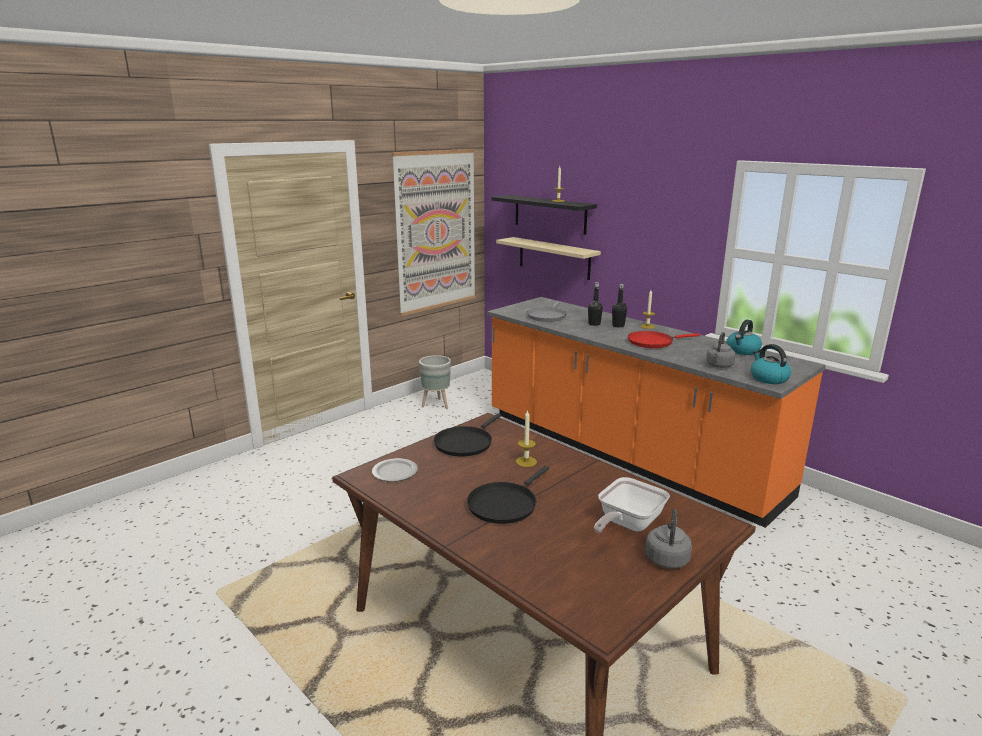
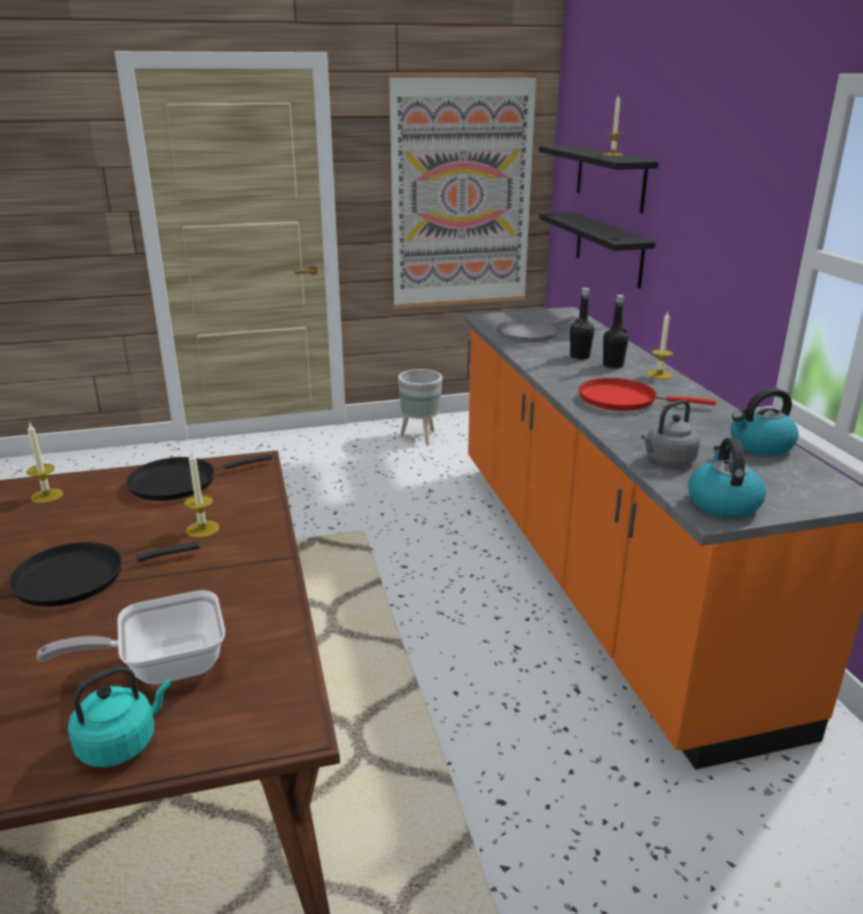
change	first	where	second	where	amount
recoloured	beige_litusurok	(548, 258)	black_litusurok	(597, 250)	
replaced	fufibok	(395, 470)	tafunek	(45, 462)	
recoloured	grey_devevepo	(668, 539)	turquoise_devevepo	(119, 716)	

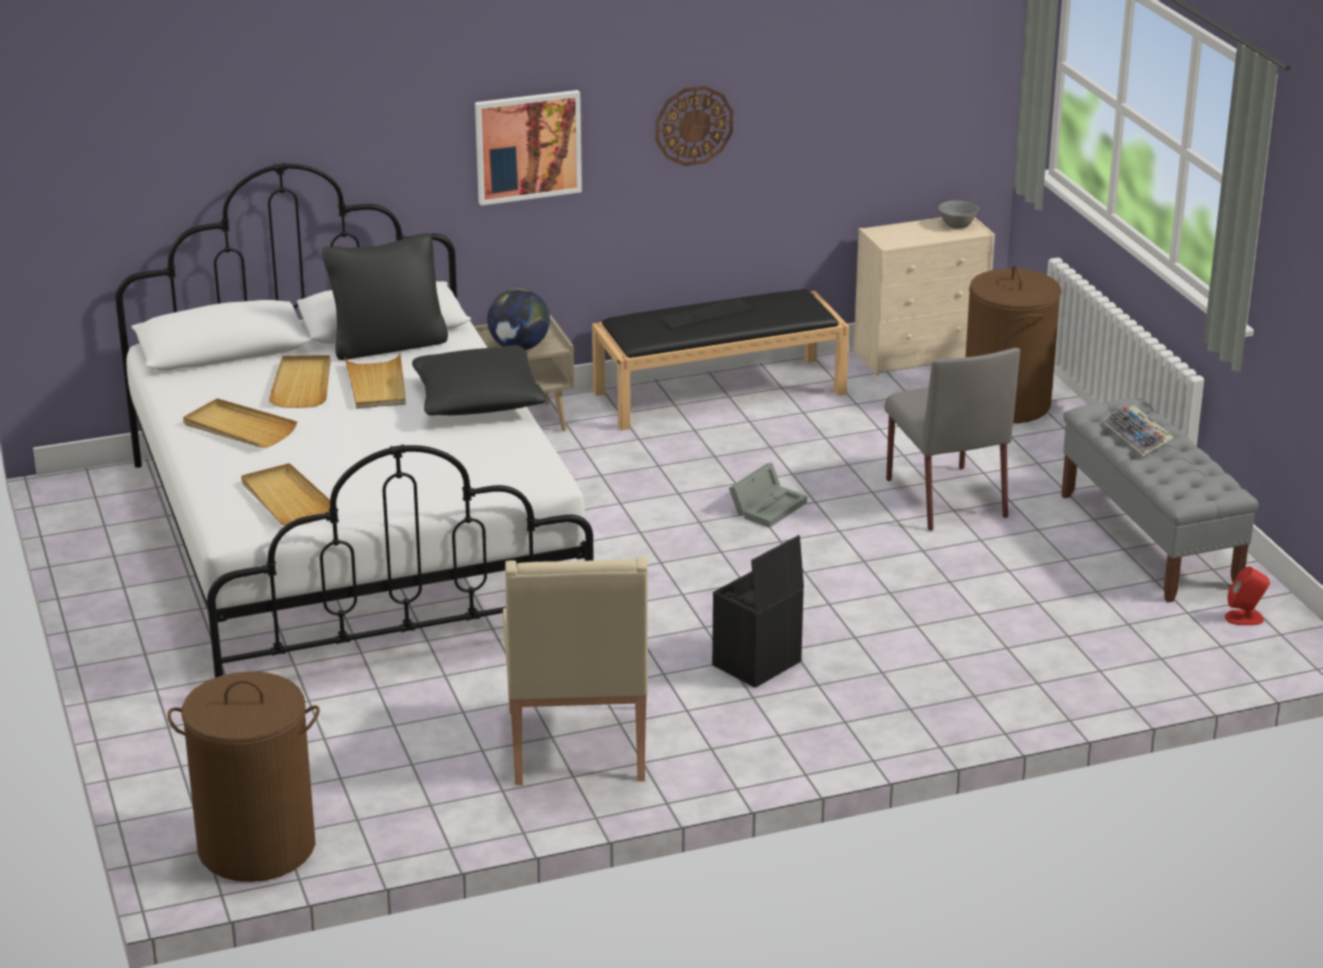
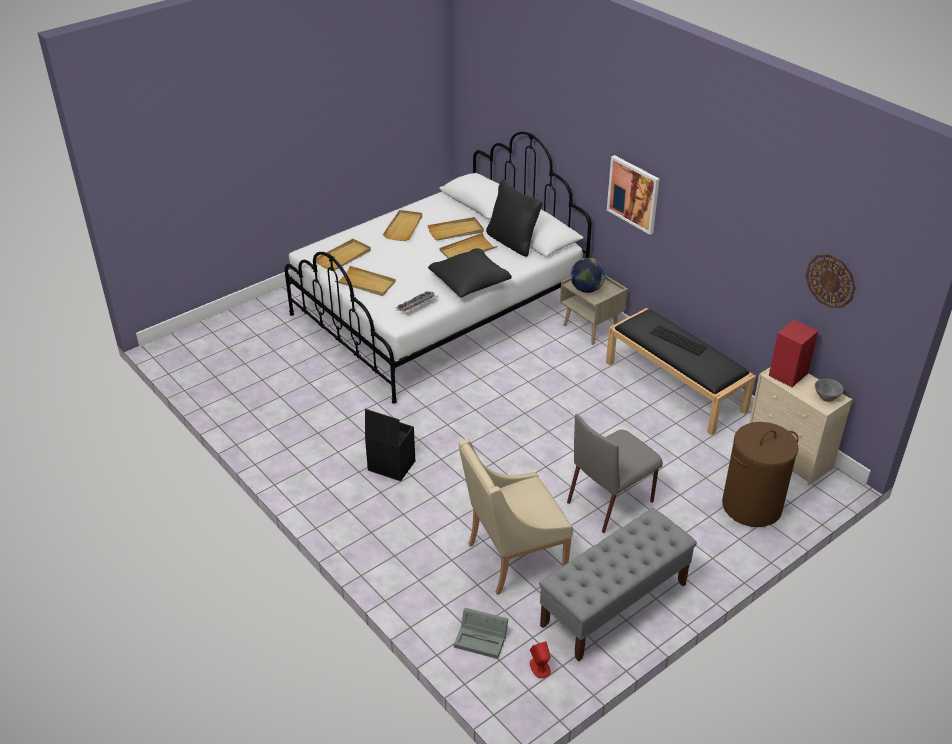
change	first	where	second	where	amount
moved	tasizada	(694, 126)		(831, 281)	
moved	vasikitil	(1139, 430)		(417, 301)	
moved	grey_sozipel	(768, 495)		(481, 633)	
moved	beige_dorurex	(575, 671)		(516, 516)	
removed	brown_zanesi	(243, 776)			
added			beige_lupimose	(365, 280)	
added			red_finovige	(793, 353)	

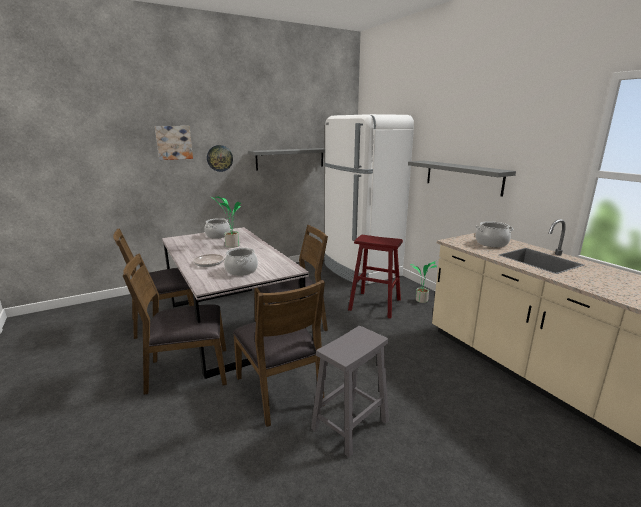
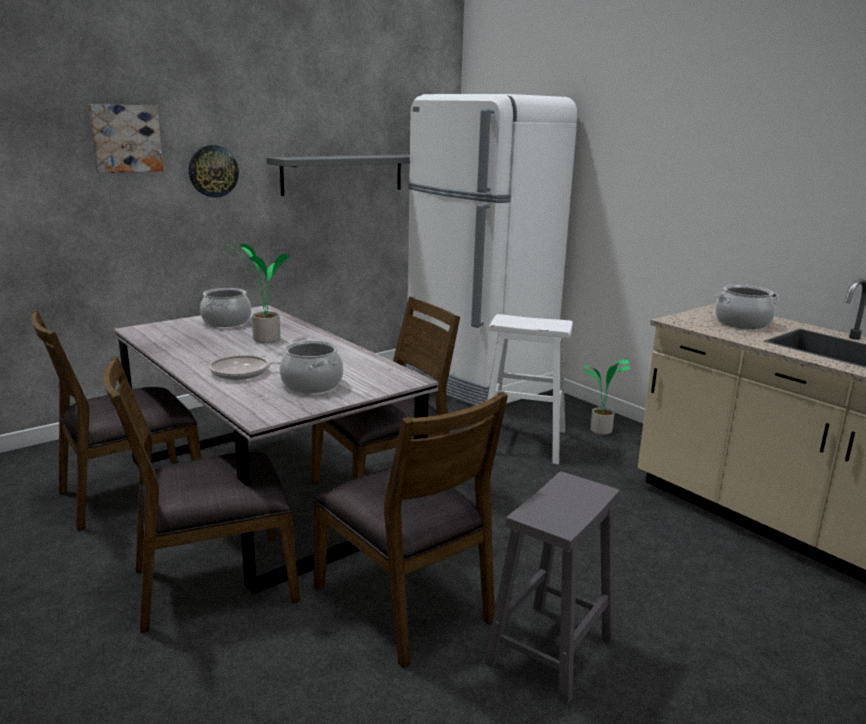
change	first	where	second	where	amount
removed	grey_litusurok	(462, 179)			
recoloured	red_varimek	(375, 277)	white_varimek	(528, 389)	

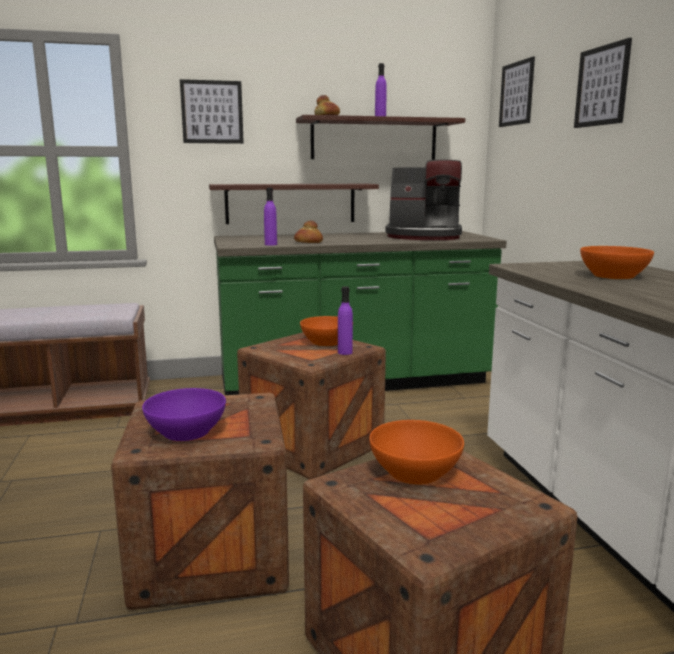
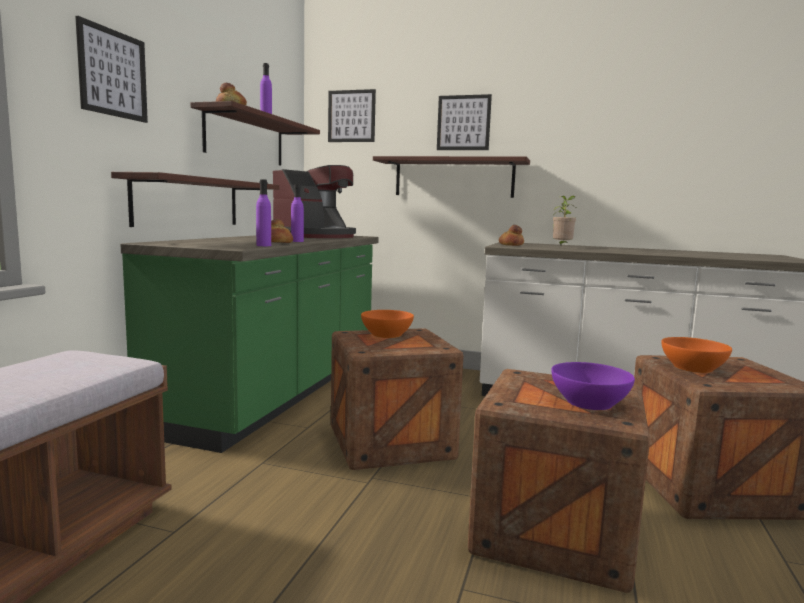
change	first	where	second	where	amount
replaced	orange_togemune	(617, 262)	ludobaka	(565, 220)	
moved	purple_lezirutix	(345, 320)		(297, 213)	
added			litusurok	(451, 177)	
added			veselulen	(511, 235)	

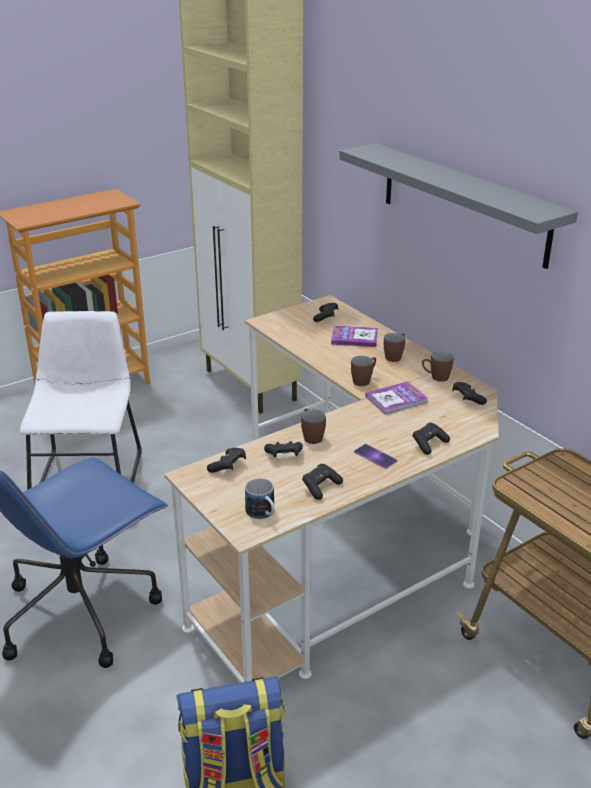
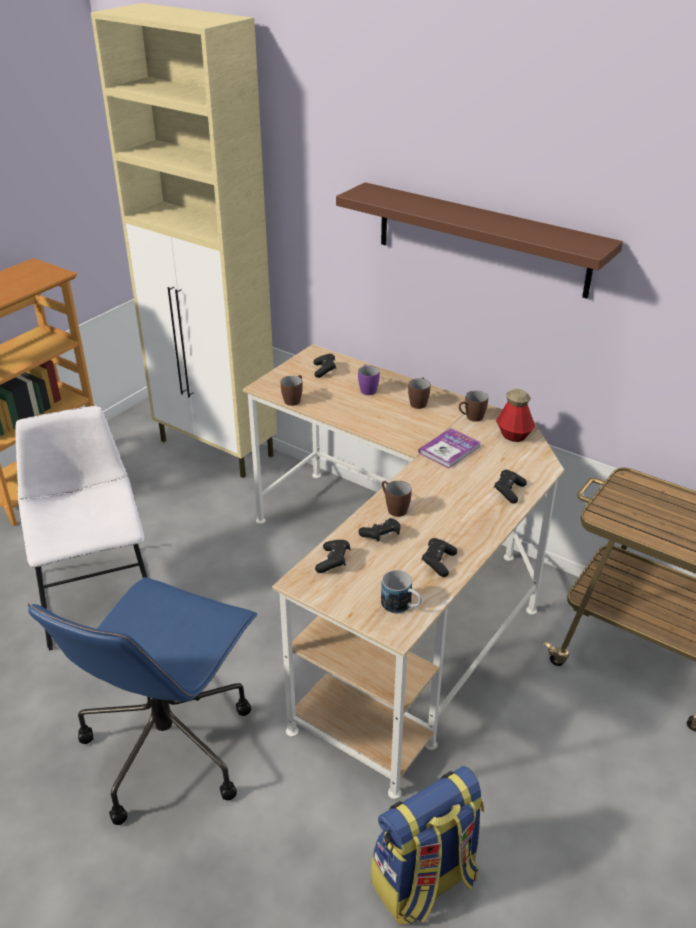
change	first	where	second	where	amount
recoloured	grey_litusurok	(458, 206)	brown_litusurok	(479, 240)	
replaced	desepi	(354, 336)	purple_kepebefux	(369, 380)	
moved	brown_kepebefux	(363, 371)		(292, 390)	
replaced	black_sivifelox	(469, 393)	lezirutix	(515, 415)	
removed	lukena	(375, 456)			

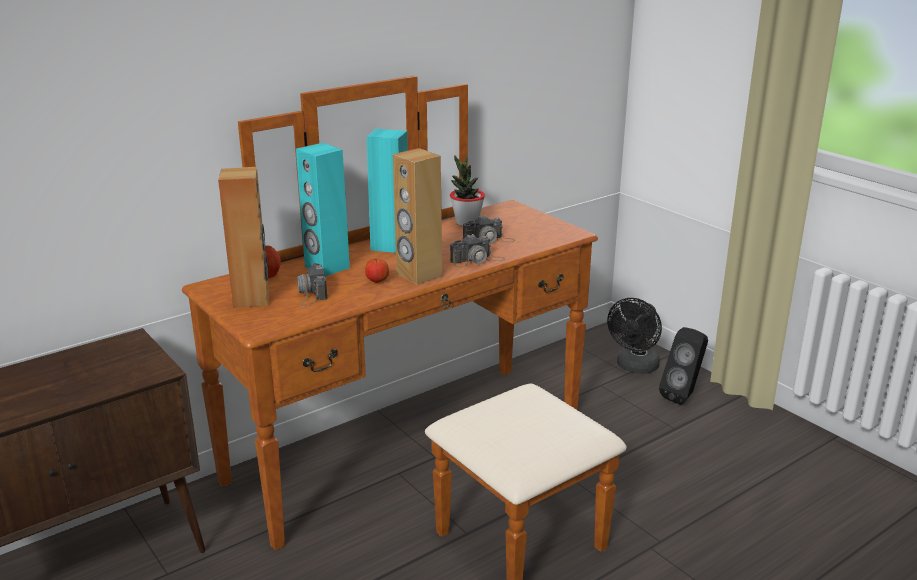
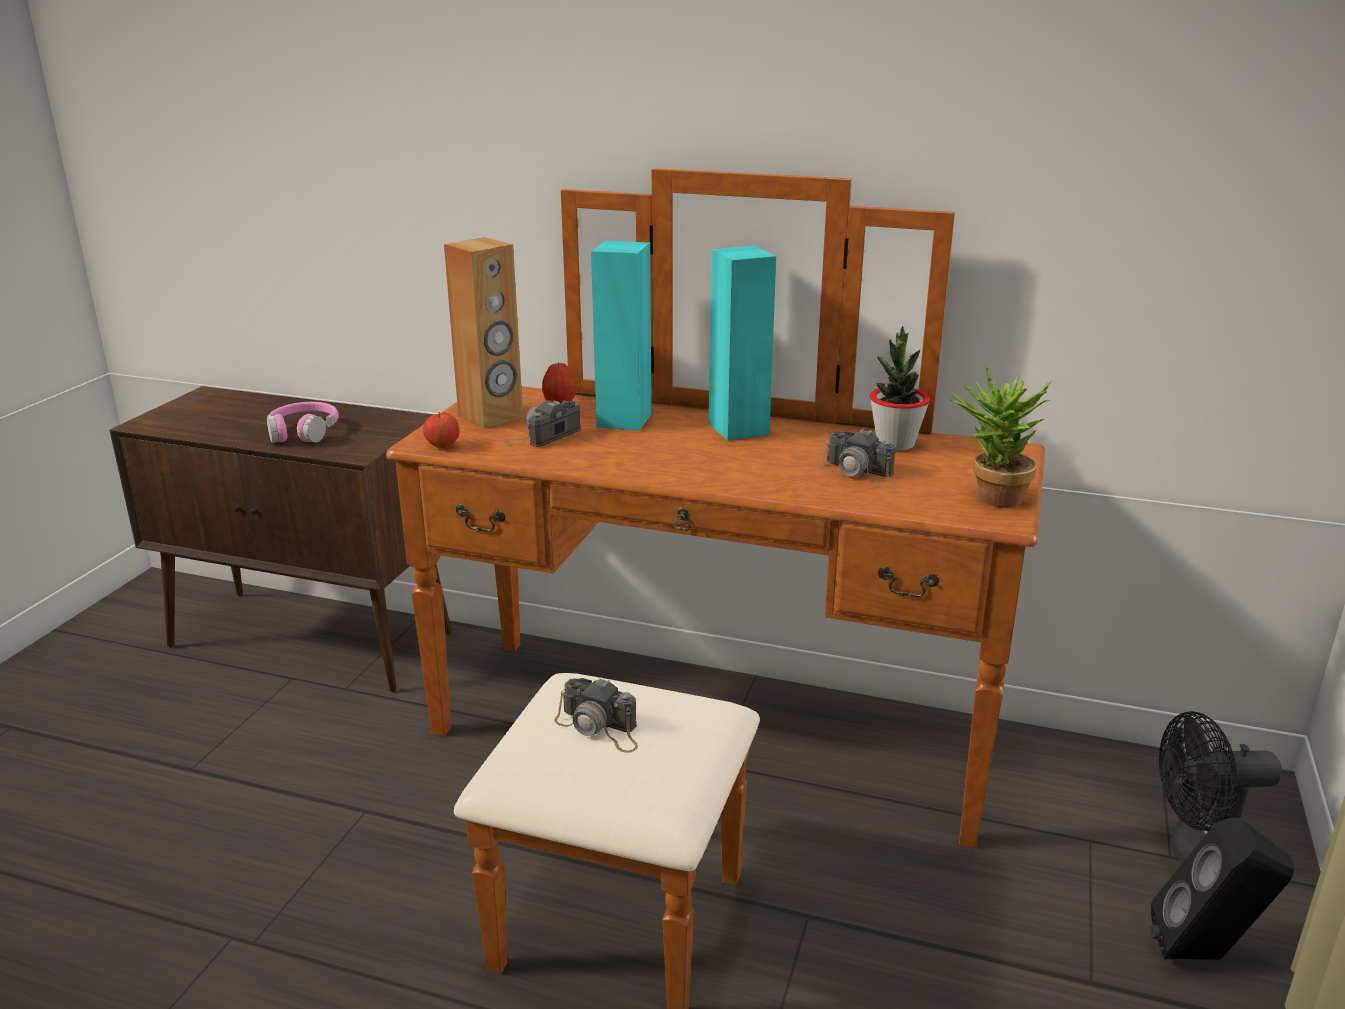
change	first	where	second	where	amount
removed	brown_finovige	(417, 216)			
moved	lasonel	(477, 250)		(596, 715)	
moved	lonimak	(377, 271)		(441, 430)	
added			ludobaka	(1002, 437)	
added			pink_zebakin	(303, 422)	

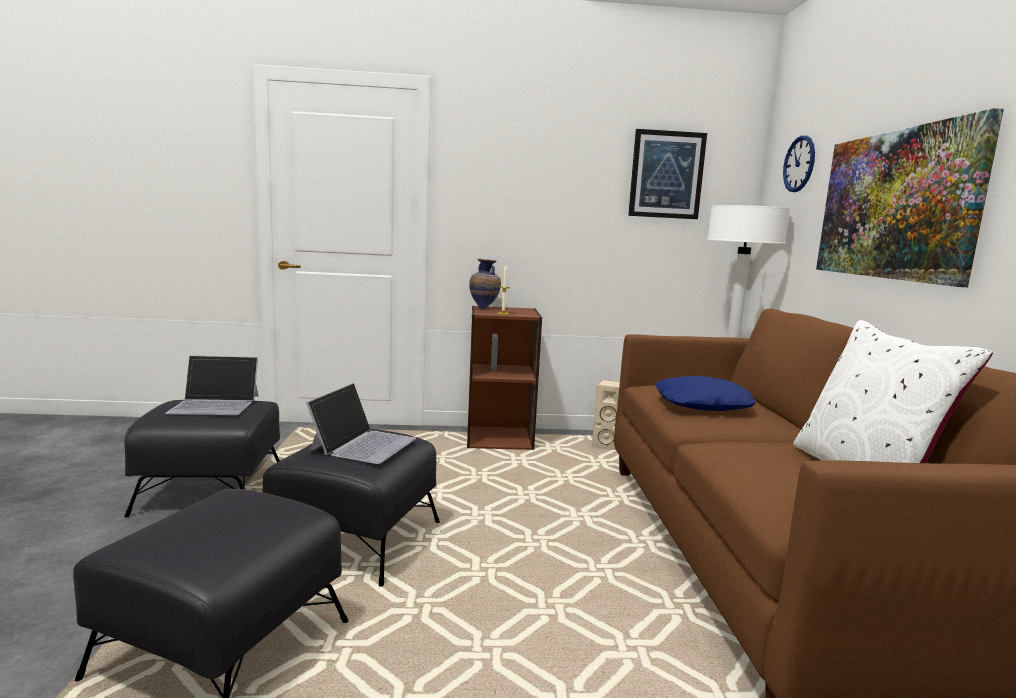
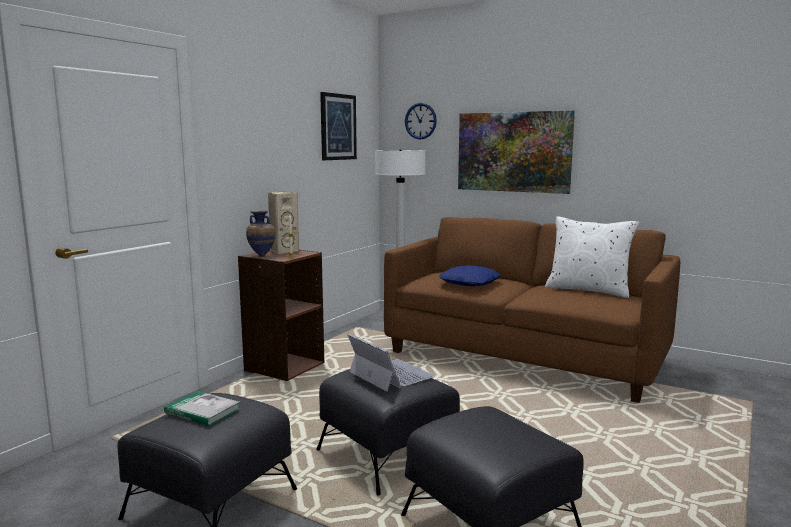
change	first	where	second	where	amount
replaced	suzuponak	(211, 385)	desepi	(202, 408)	
moved	beige_finovige	(606, 415)		(283, 222)	

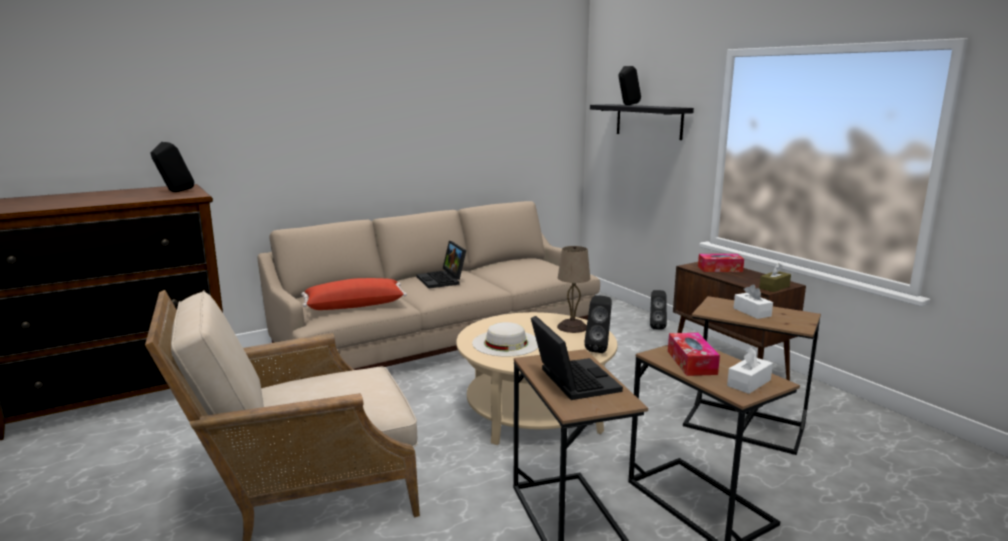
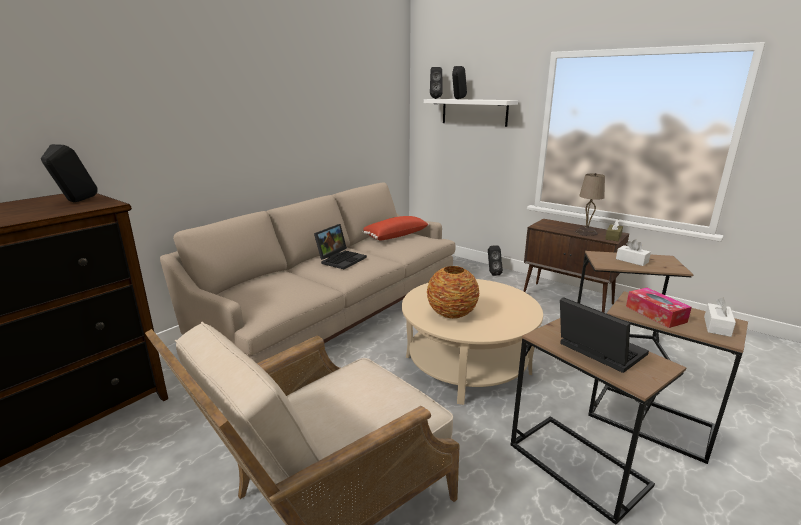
change	first	where	second	where	amount
recoloured	black_litusurok	(642, 122)	white_litusurok	(471, 113)	
turned	suzuponak	(441, 264)		(340, 246)	105 degrees counterclockwise
moved	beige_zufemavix	(573, 289)		(590, 204)	
removed	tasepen	(721, 263)			
moved	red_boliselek	(354, 294)		(395, 228)	
moved	black_finovige	(598, 324)		(436, 83)	
replaced	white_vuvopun	(505, 339)	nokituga	(453, 292)	

